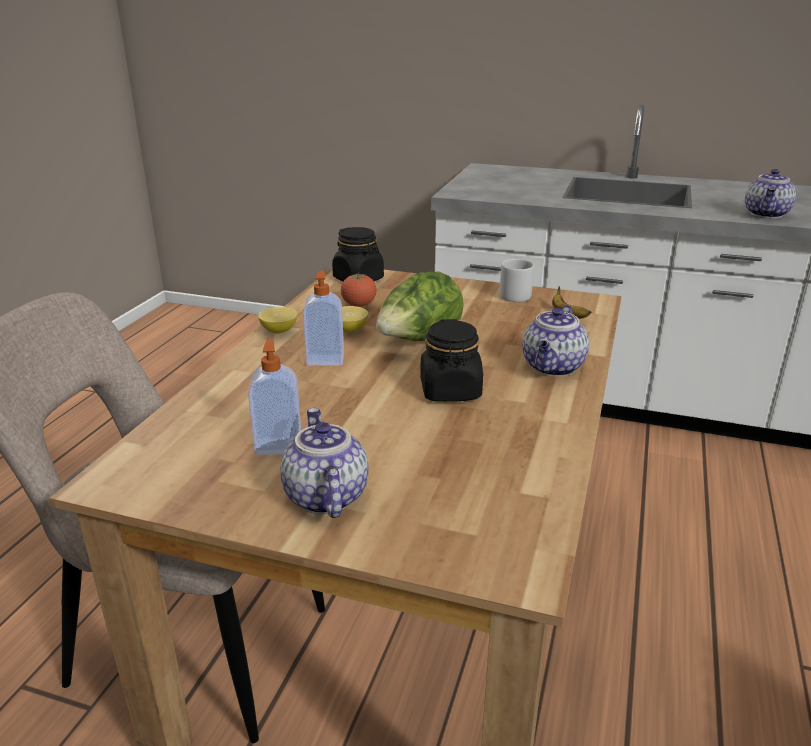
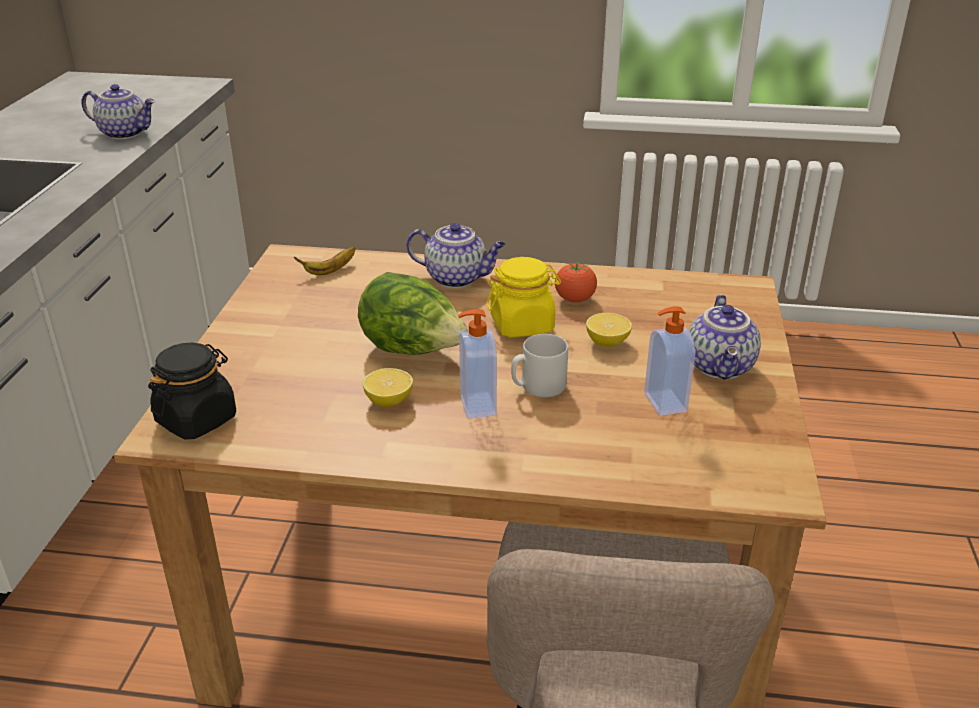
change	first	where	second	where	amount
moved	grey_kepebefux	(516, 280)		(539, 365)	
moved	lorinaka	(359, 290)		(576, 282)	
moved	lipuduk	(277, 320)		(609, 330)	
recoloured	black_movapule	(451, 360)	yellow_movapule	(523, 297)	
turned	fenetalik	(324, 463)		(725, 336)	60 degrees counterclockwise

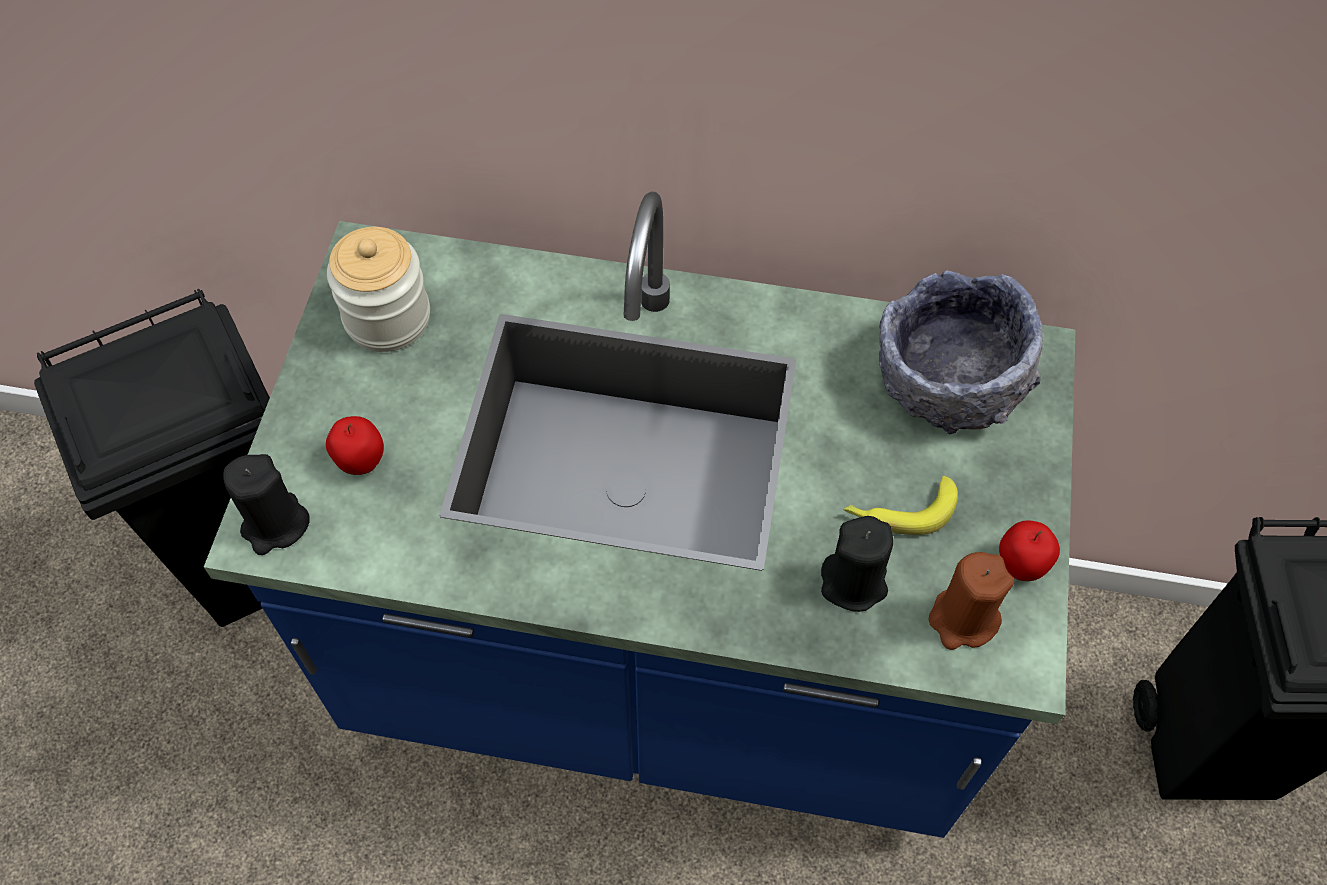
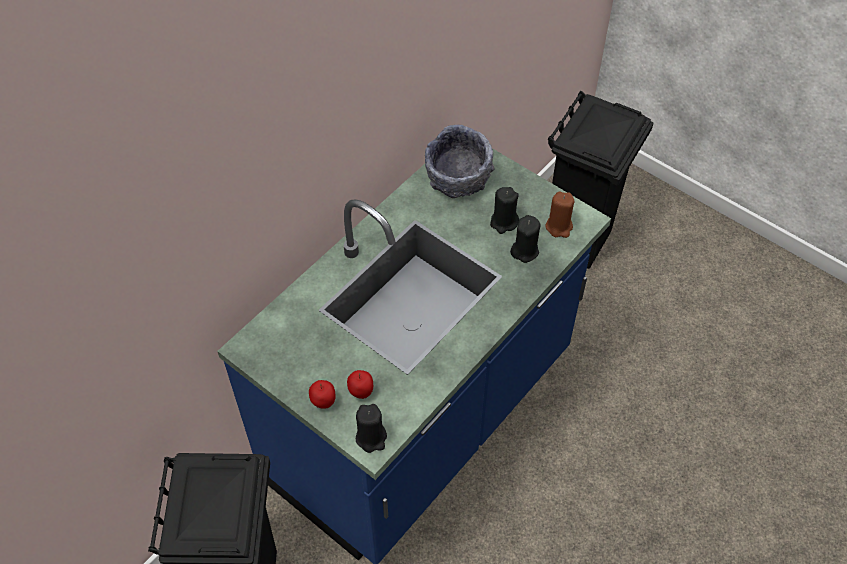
change	first	where	second	where	amount
removed	movapule	(378, 289)			
replaced	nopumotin	(900, 505)	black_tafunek	(504, 210)	
moved	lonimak	(1029, 551)		(322, 394)	

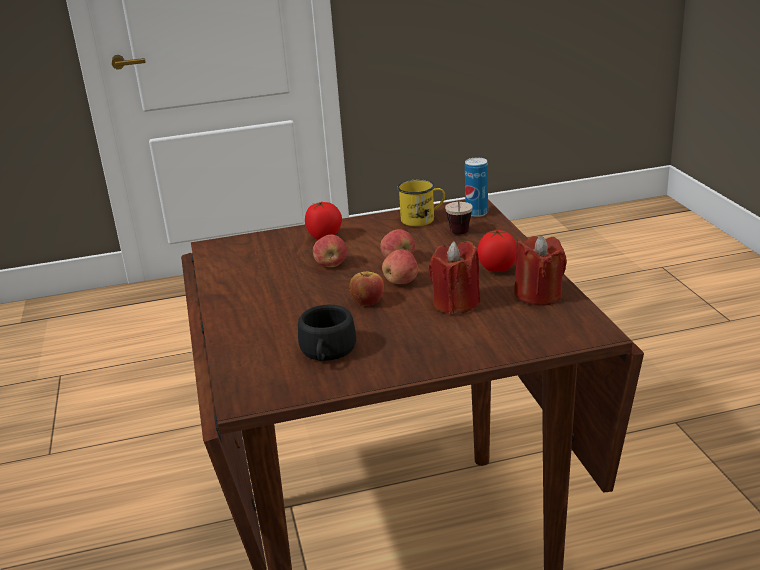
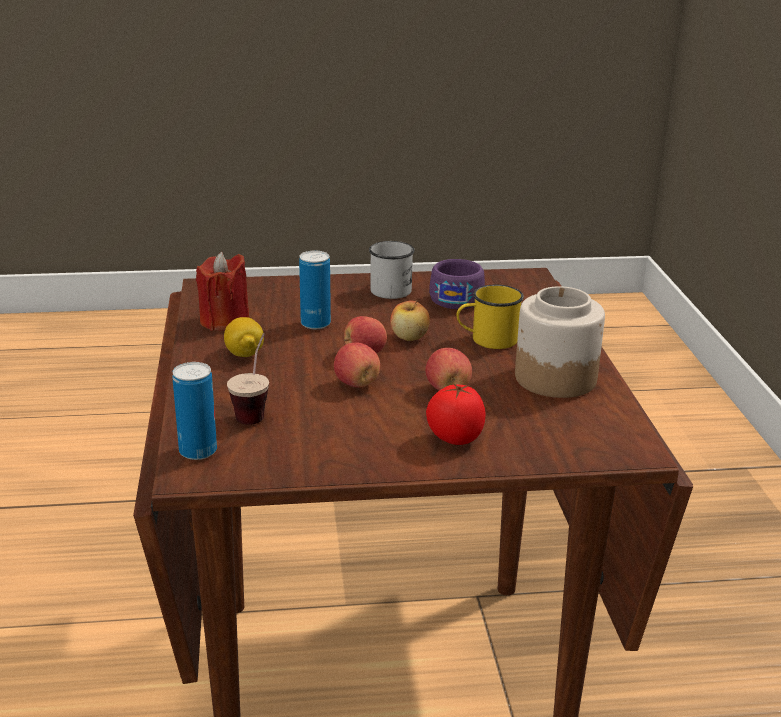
change	first	where	second	where	amount
moved	yellow_kepebefux	(421, 203)		(490, 317)	
replaced	lorinaka	(497, 250)	lipuduk	(244, 337)	
replaced	red_tafunek	(455, 278)	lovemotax	(315, 290)	
recoloured	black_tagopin	(327, 333)	purple_tagopin	(457, 284)	
added			white_kepebefux	(392, 270)	
added			movapule	(560, 342)	

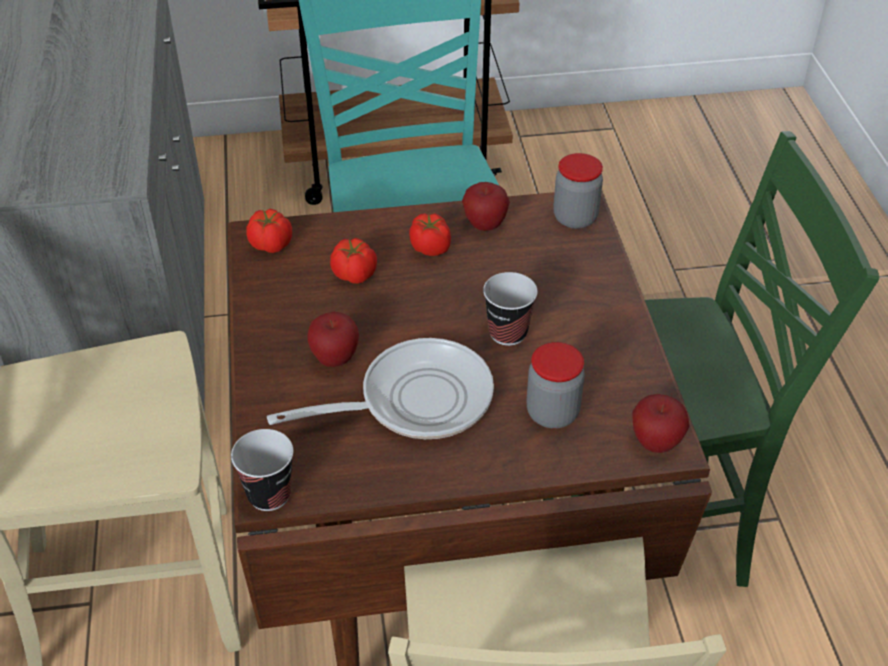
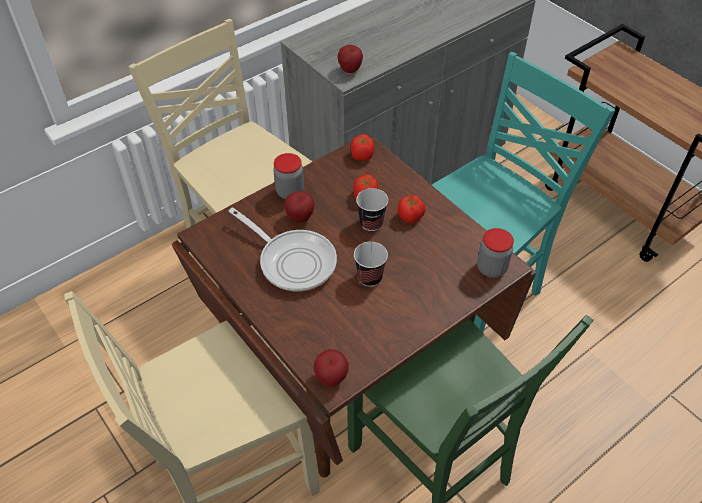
change	first	where	second	where	amount
moved	lonimak	(486, 206)		(350, 59)	
moved	movapule	(555, 385)		(288, 176)	
moved	tagopin	(262, 470)		(372, 209)	

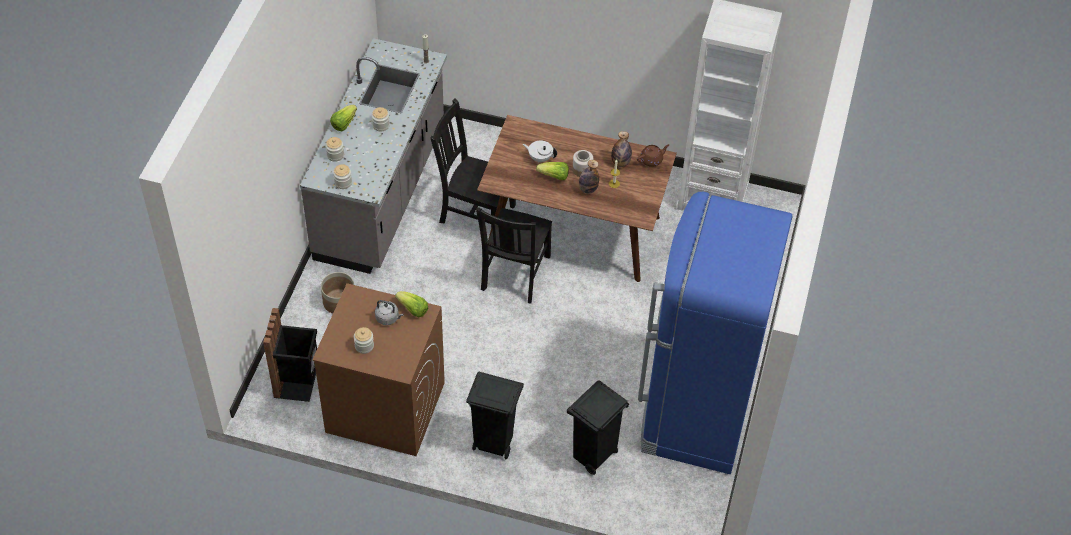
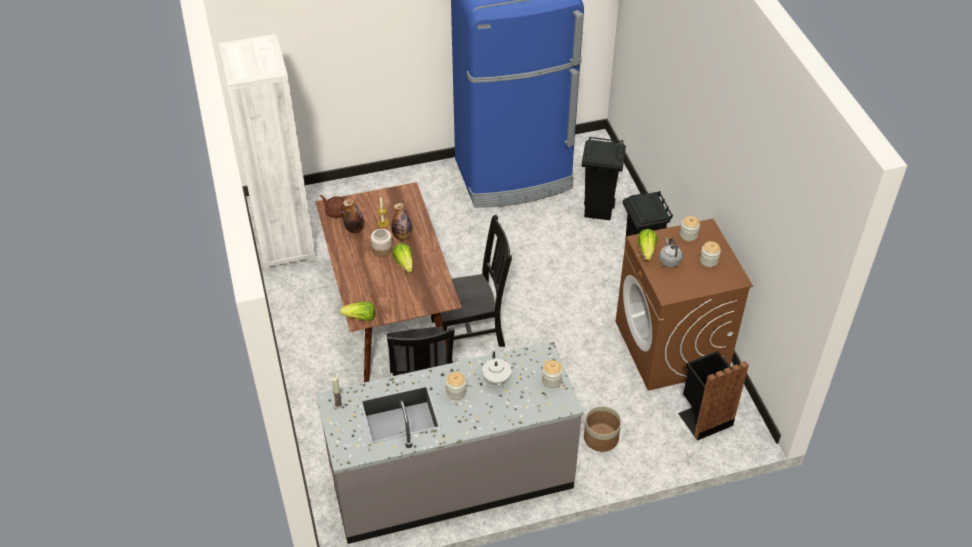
change	first	where	second	where	amount
moved	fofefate	(343, 118)		(357, 311)	
moved	movapule	(335, 149)		(690, 228)	
moved	white_fenetalik	(540, 151)		(497, 369)	

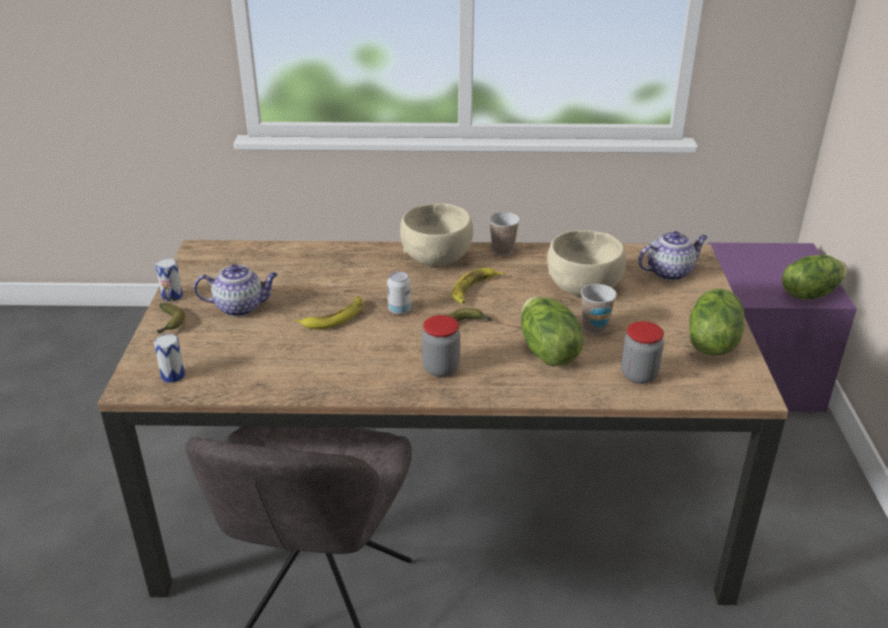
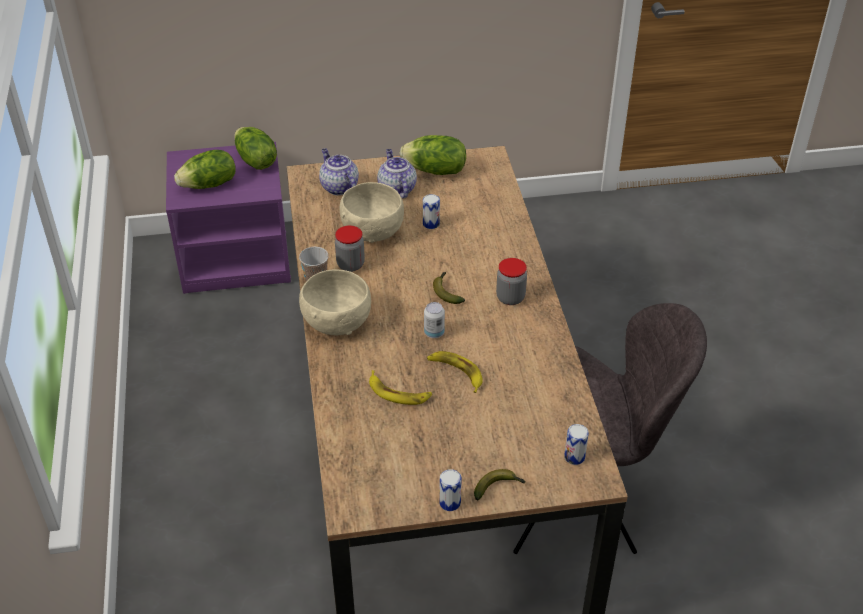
change	first	where	second	where	amount
moved	fenetalik	(236, 290)		(397, 174)	
moved	nopumotin	(478, 286)		(400, 387)	
replaced	tagopin	(599, 309)	lovemotax	(431, 211)	
moved	fofefate	(552, 331)		(205, 169)	
moved	movapule	(642, 352)		(350, 248)	

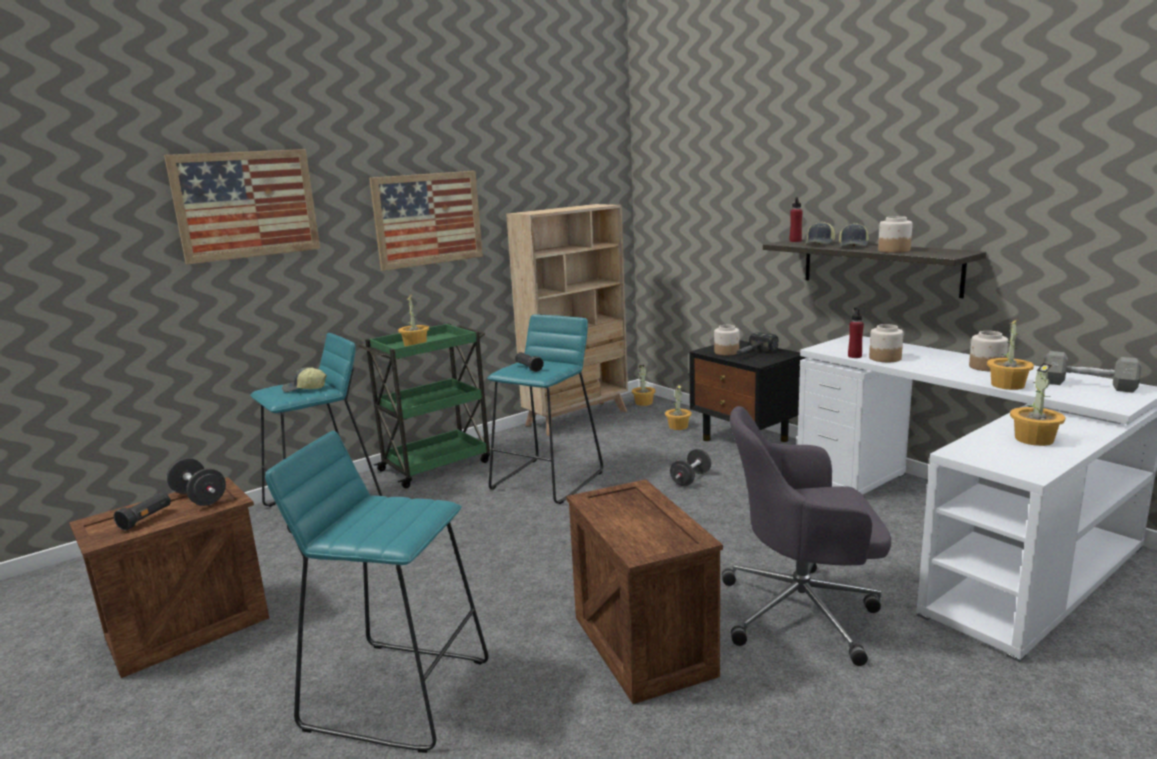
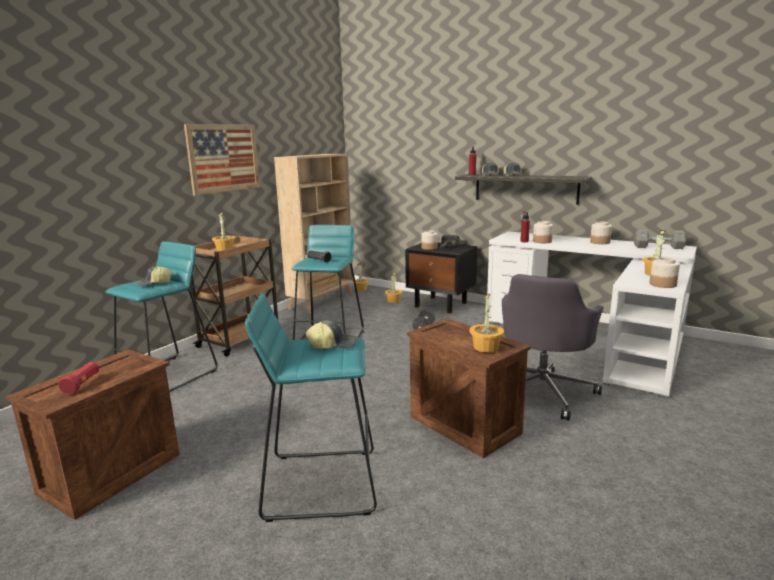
change	first	where	second	where	amount
removed	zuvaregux	(242, 207)			
moved	movapule	(895, 234)		(665, 272)	
moved	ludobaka	(1010, 354)		(487, 323)	
recoloured	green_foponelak	(424, 405)	brown_foponelak	(234, 295)	
turned	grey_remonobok	(806, 536)		(553, 347)	45 degrees counterclockwise
removed	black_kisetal	(196, 482)			
recoloured	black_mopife	(142, 511)	red_mopife	(78, 378)	
added			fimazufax	(331, 334)	

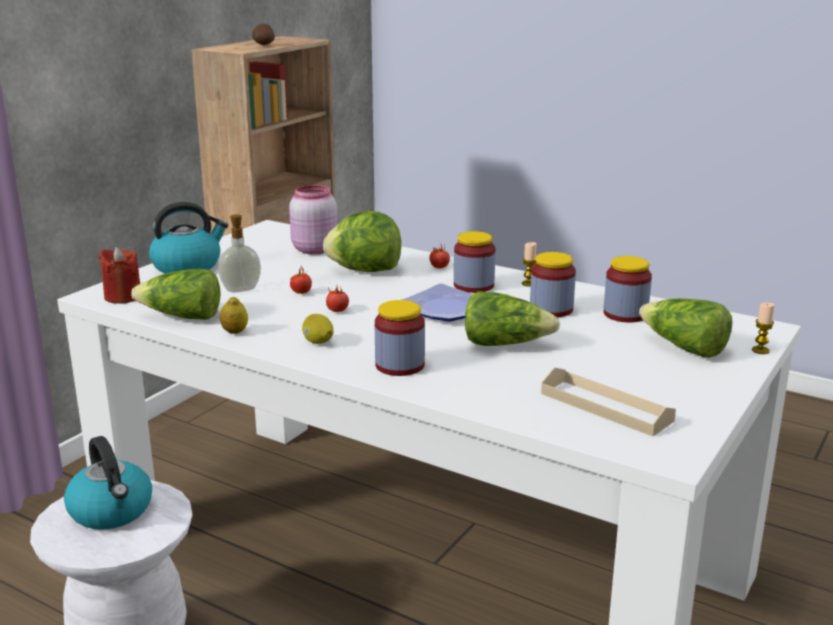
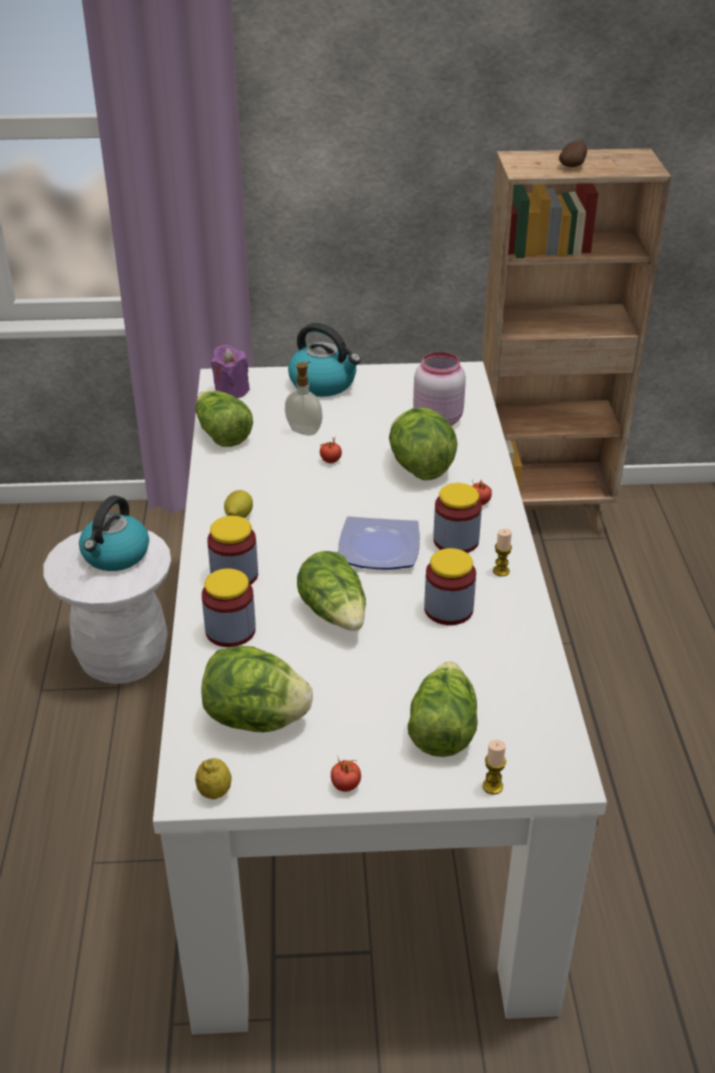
change	first	where	second	where	amount
recoloured	red_tafunek	(119, 275)	purple_tafunek	(230, 371)	
moved	movapule	(628, 289)		(229, 607)	
moved	lorinaka	(337, 299)		(346, 773)	
moved	lipuduk	(234, 315)		(213, 778)	
replaced	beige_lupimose	(608, 401)	fofefate	(257, 689)	

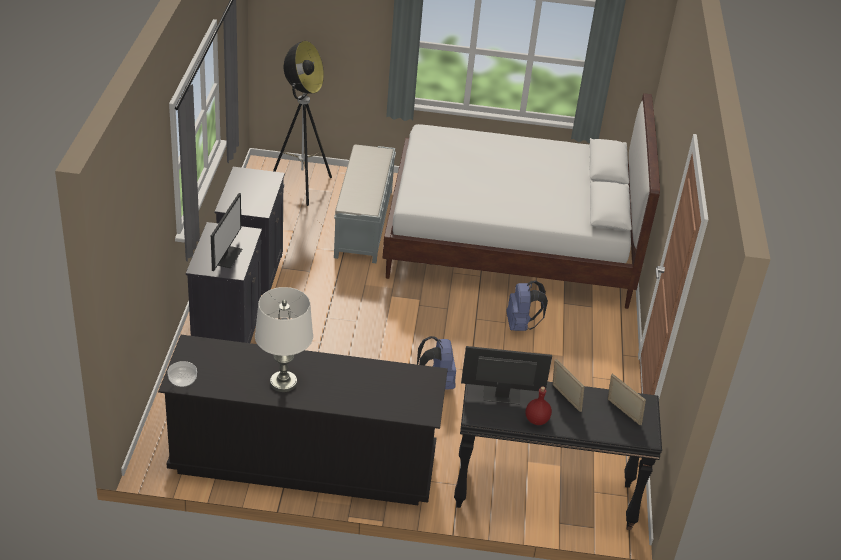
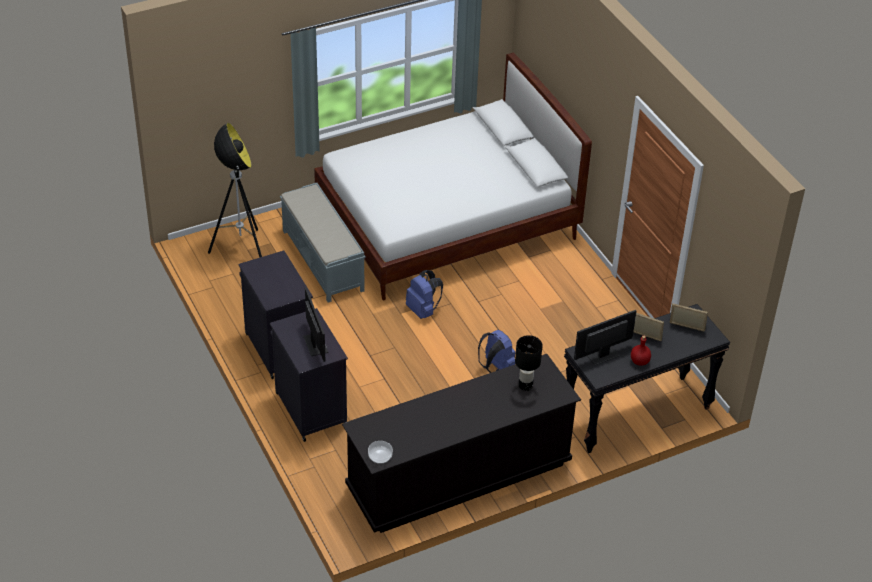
change	first	where	second	where	amount
moved	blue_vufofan	(527, 305)		(424, 294)	
removed	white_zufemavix	(284, 339)			
added			black_zufemavix	(528, 363)	

